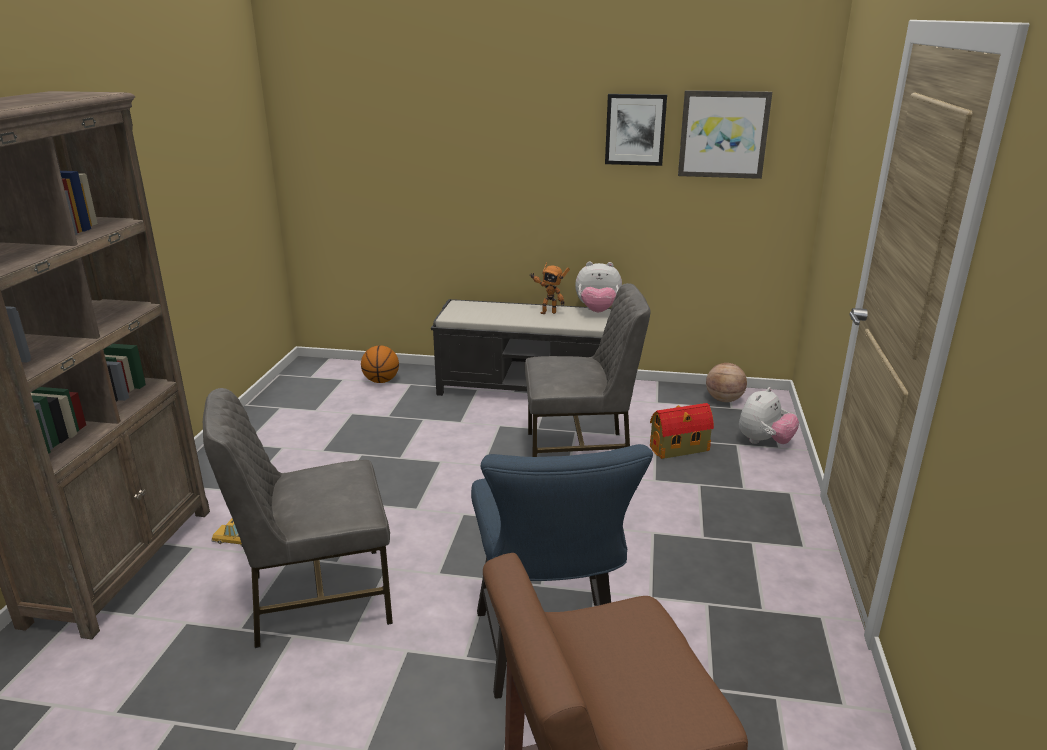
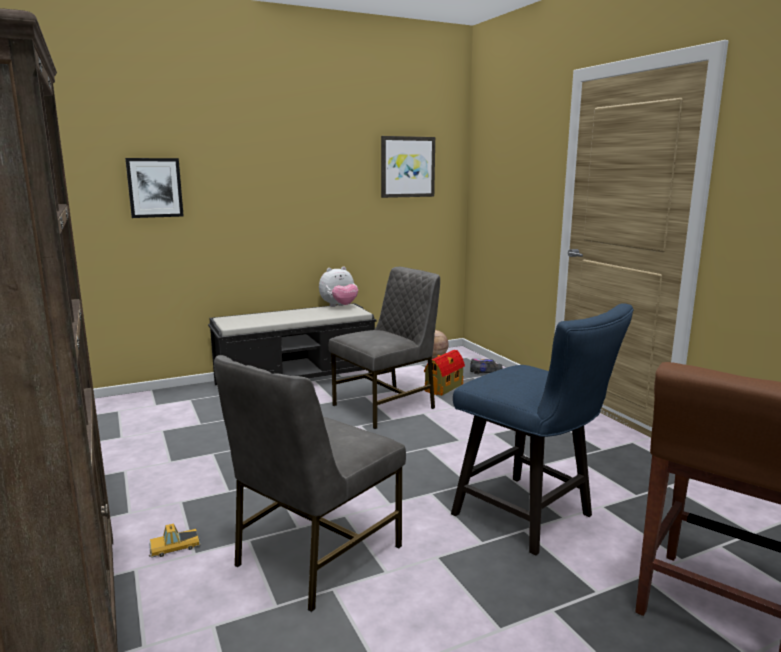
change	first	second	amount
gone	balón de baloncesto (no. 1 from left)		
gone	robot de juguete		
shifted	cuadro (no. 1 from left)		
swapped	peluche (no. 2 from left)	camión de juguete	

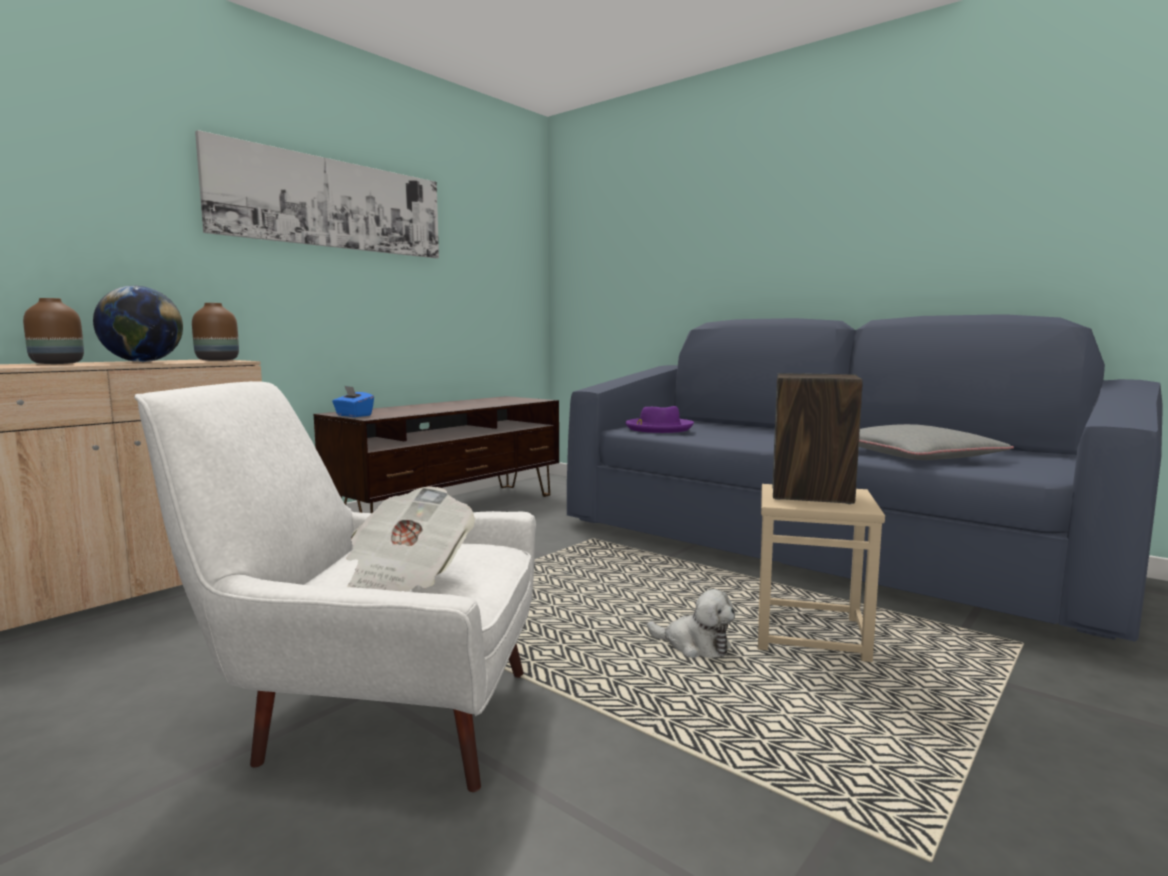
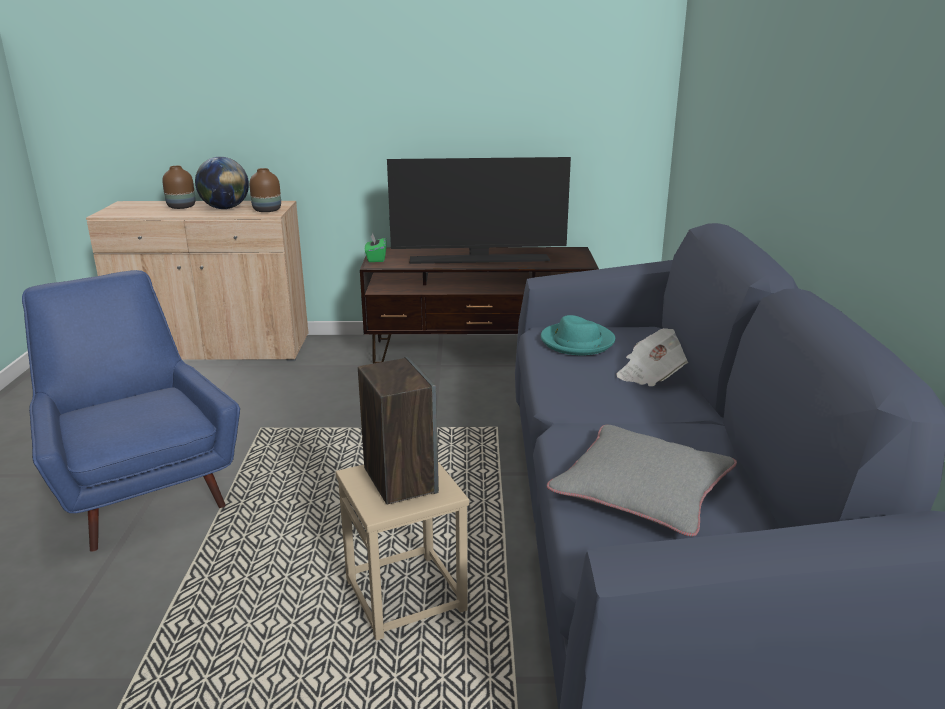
change	first	second	amount
repainted	sillón [blanco]	sillón [azul]	
gone	cuadro		
repainted	caja de pañuelos [azul]	caja de pañuelos [verde]	
shifted	periódico		
repainted	sombrero [morado]	sombrero [turquesa]	
gone	peluche		
new		televisor	

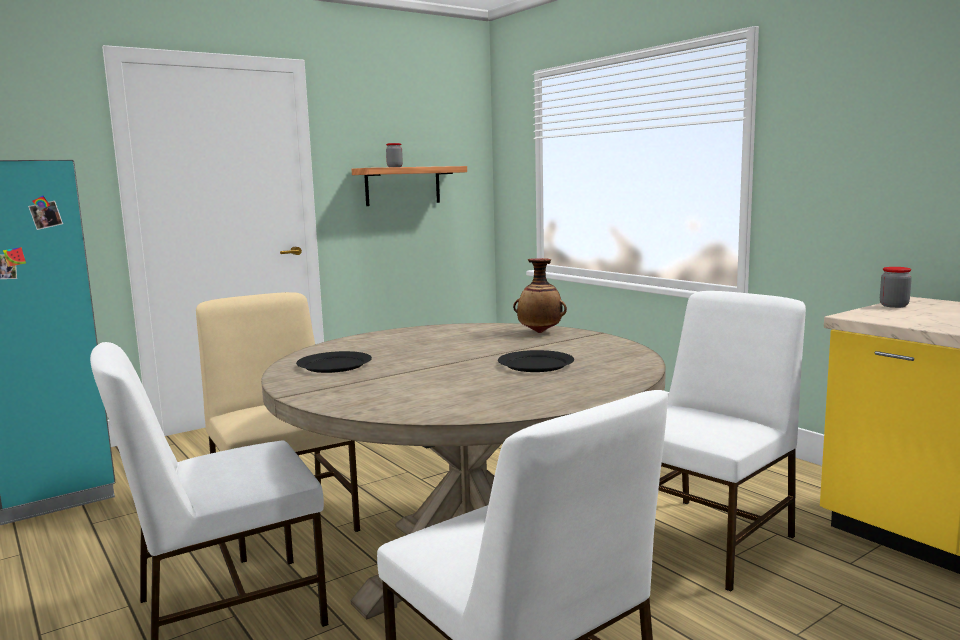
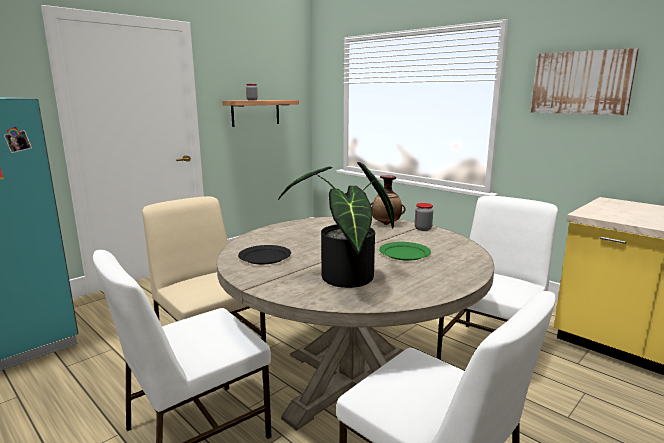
change	first	second	amount
repainted	plato [negro] (no. 2 from left)	plato [verde]	
shifted	tarro (no. 2 from left)		
new		planta en maceta	
new		cuadro	

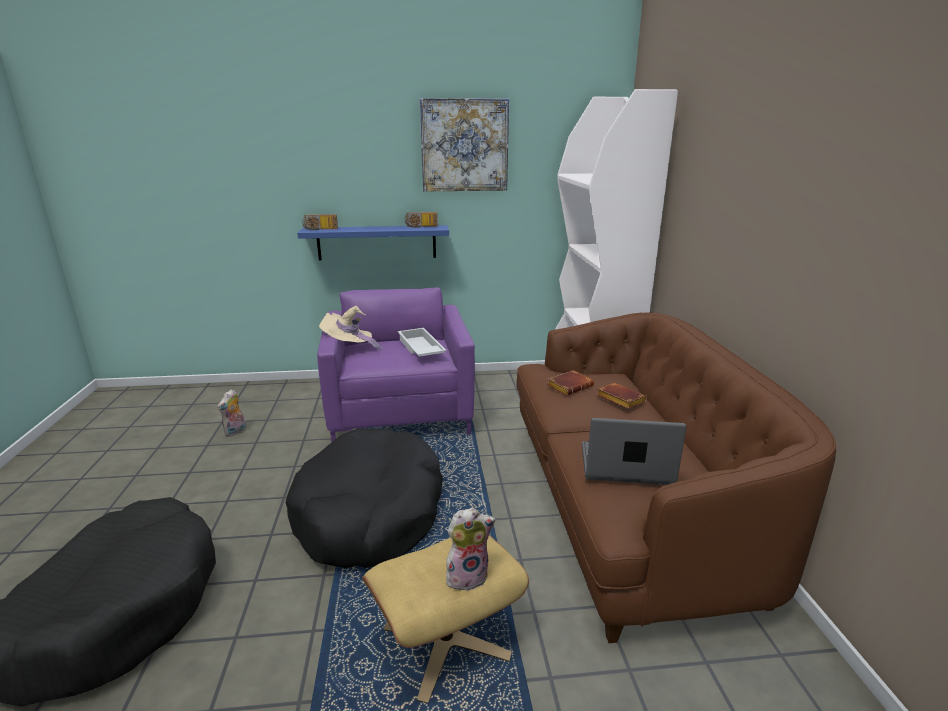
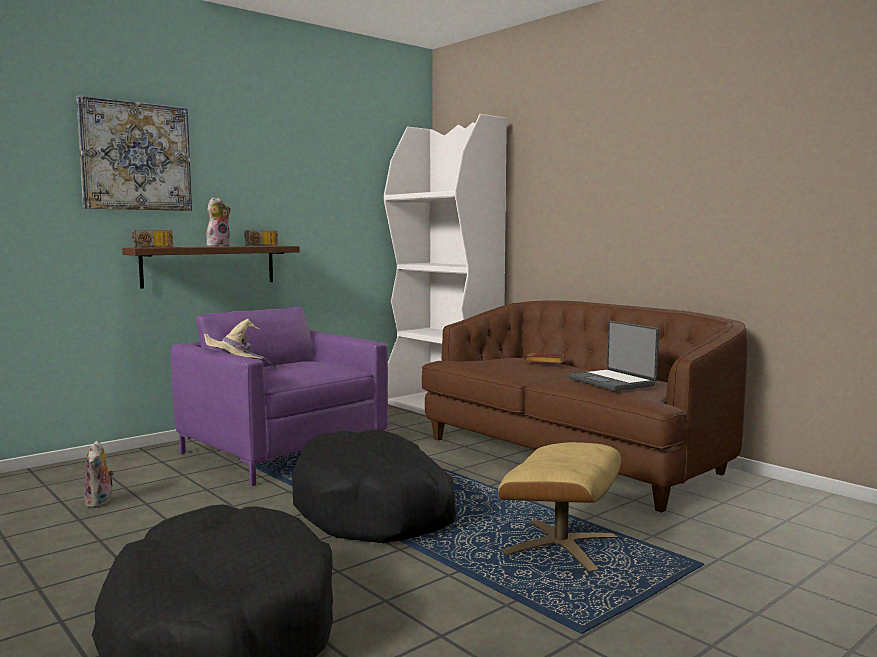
change	first	second	amount
repainted	estante [azul]	estante [marrón]	
gone	bandeja [blanco]		
shifted	cuadro		
shifted	peluche (no. 2 from left)		
gone	libro [marrón] (no. 1 from left)		
rotated	portátil		90 degrees counterclockwise

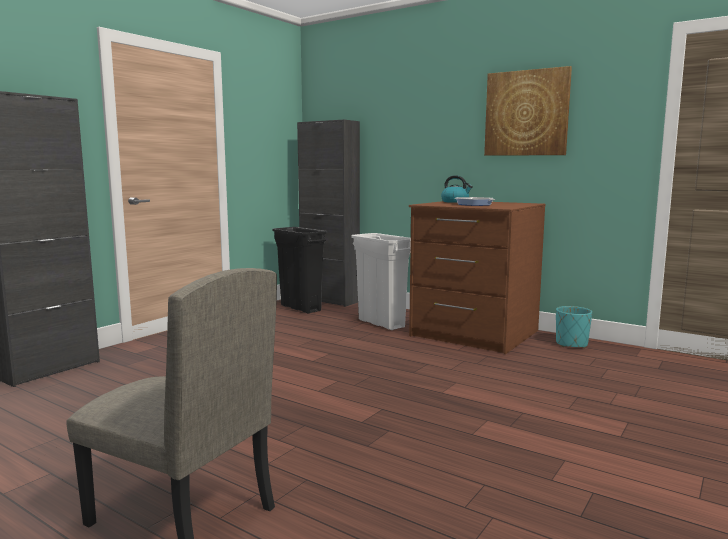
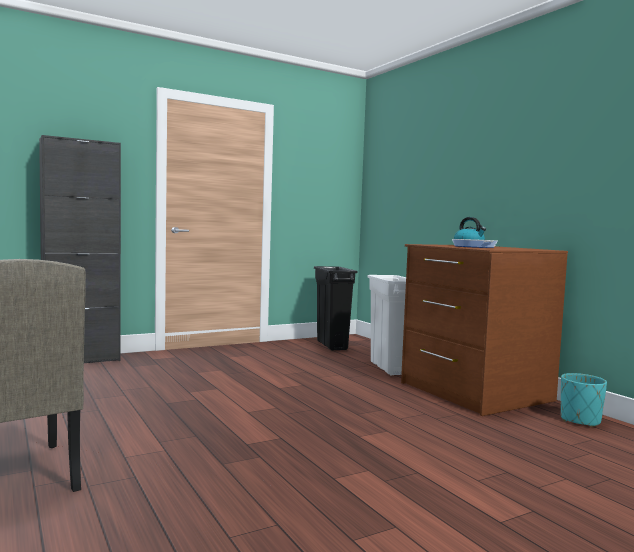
change	first	second	amount
gone	armario [negro] (no. 2 from left)		
gone	cuadro		

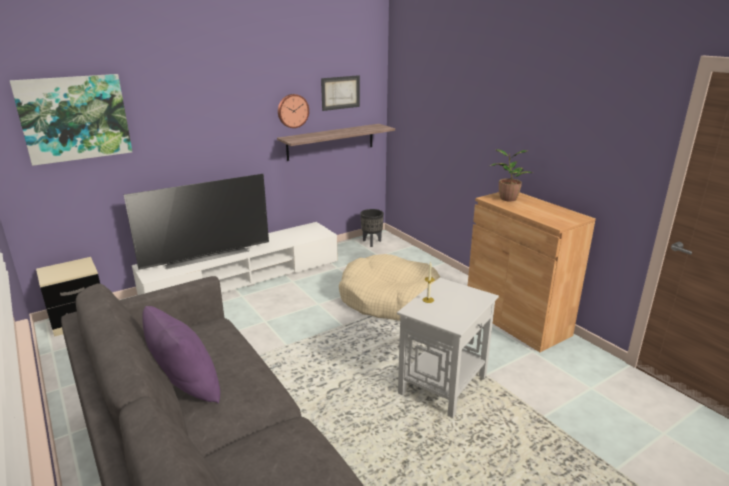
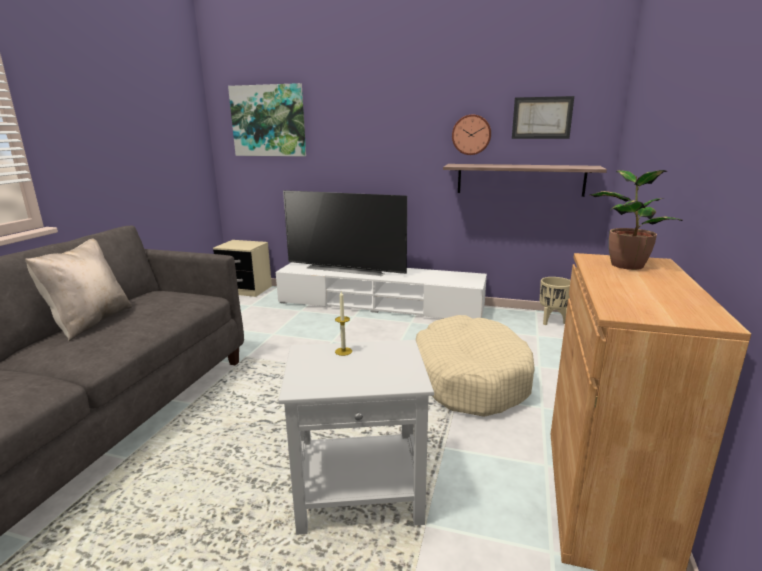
change	first	second	amount
repainted	cojín [morado]	cojín [beis]	
repainted	maceta [negro]	maceta [beis]	

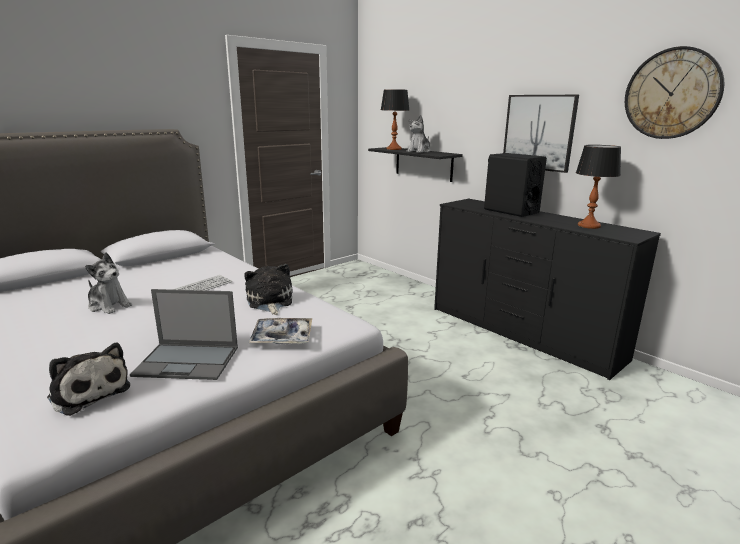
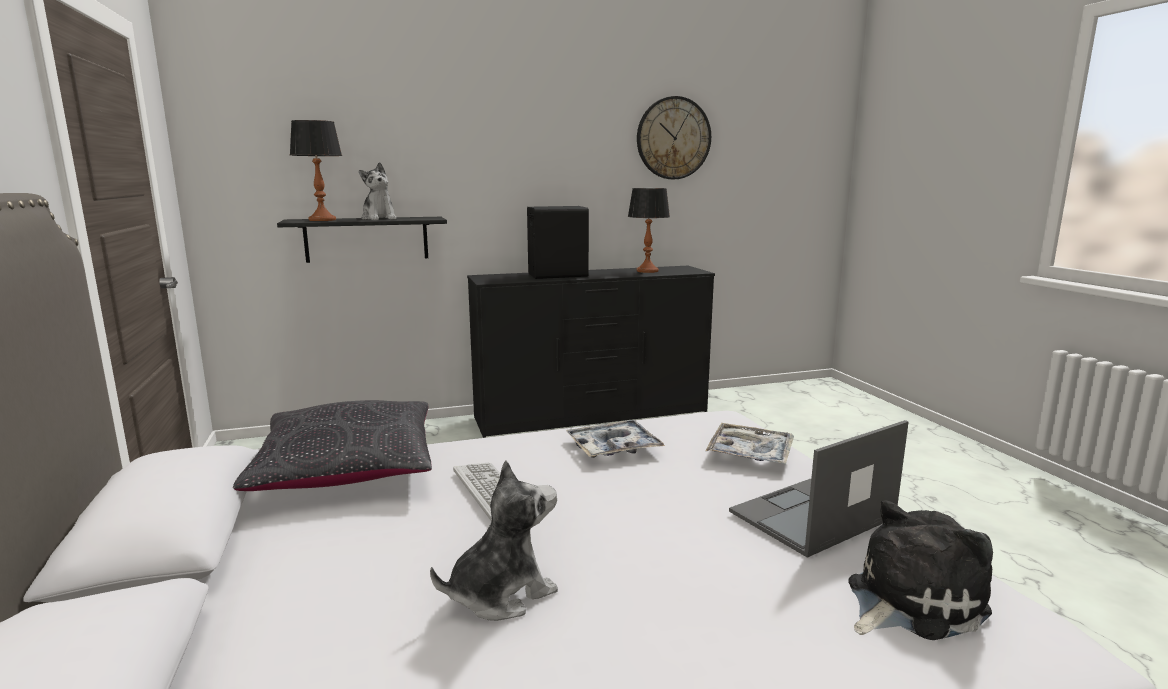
change	first	second	amount
rotated	portátil		150 degrees counterclockwise
swapped	peluche (no. 3 from left)	bandeja (no. 1 from left)	
gone	cuadro		
new		cojín [negro]	

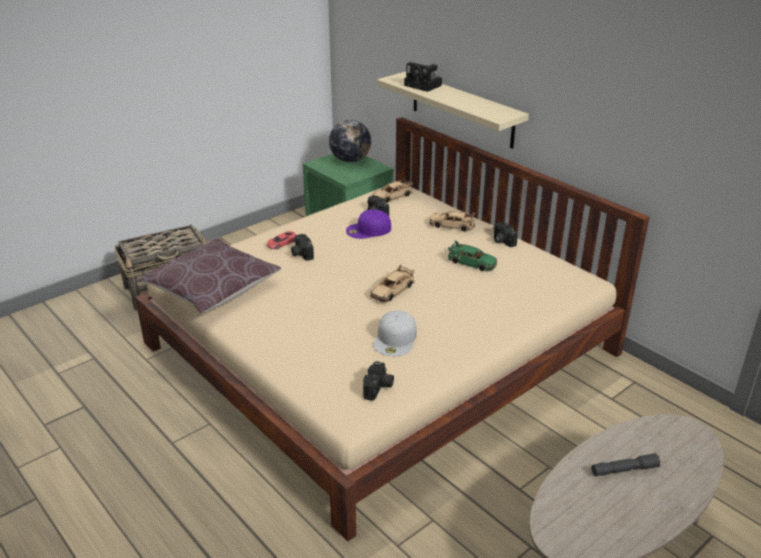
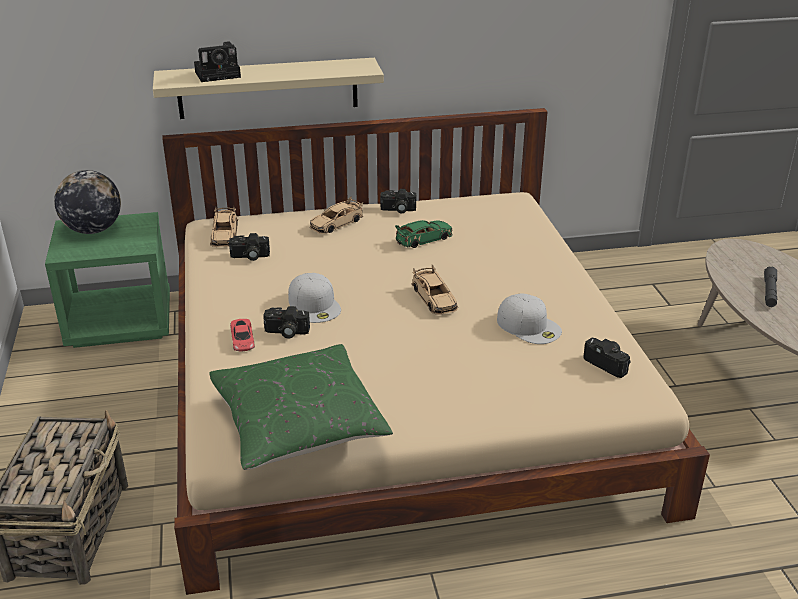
change	first	second	amount
repainted	cojín [marrón]	cojín [verde]	
gone	gorra [morado]		
new		gorra [blanco] (no. 1 from left)	

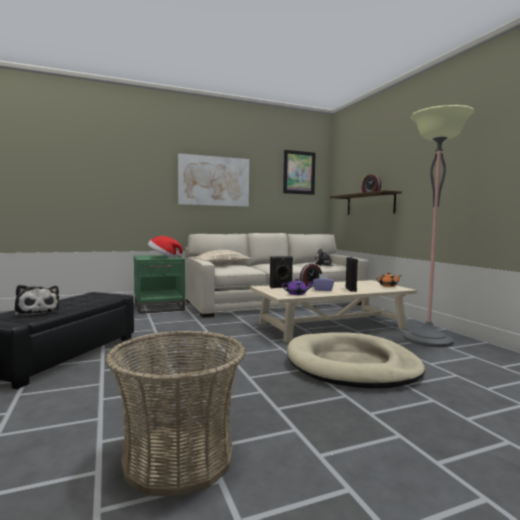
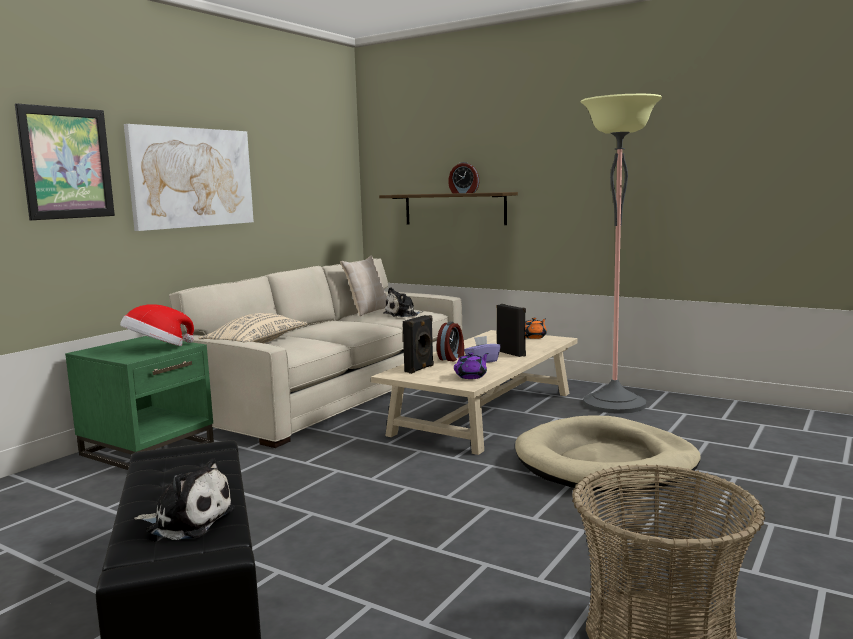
change	first	second	amount
shifted	cuadro (no. 2 from left in the first image)	cuadro (no. 1 from left)	
new		cojín [beis] (no. 2 from left)	

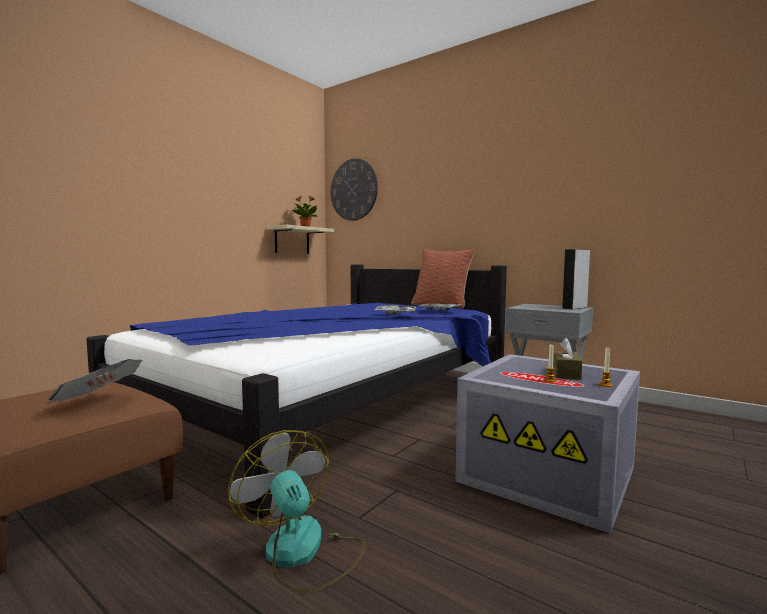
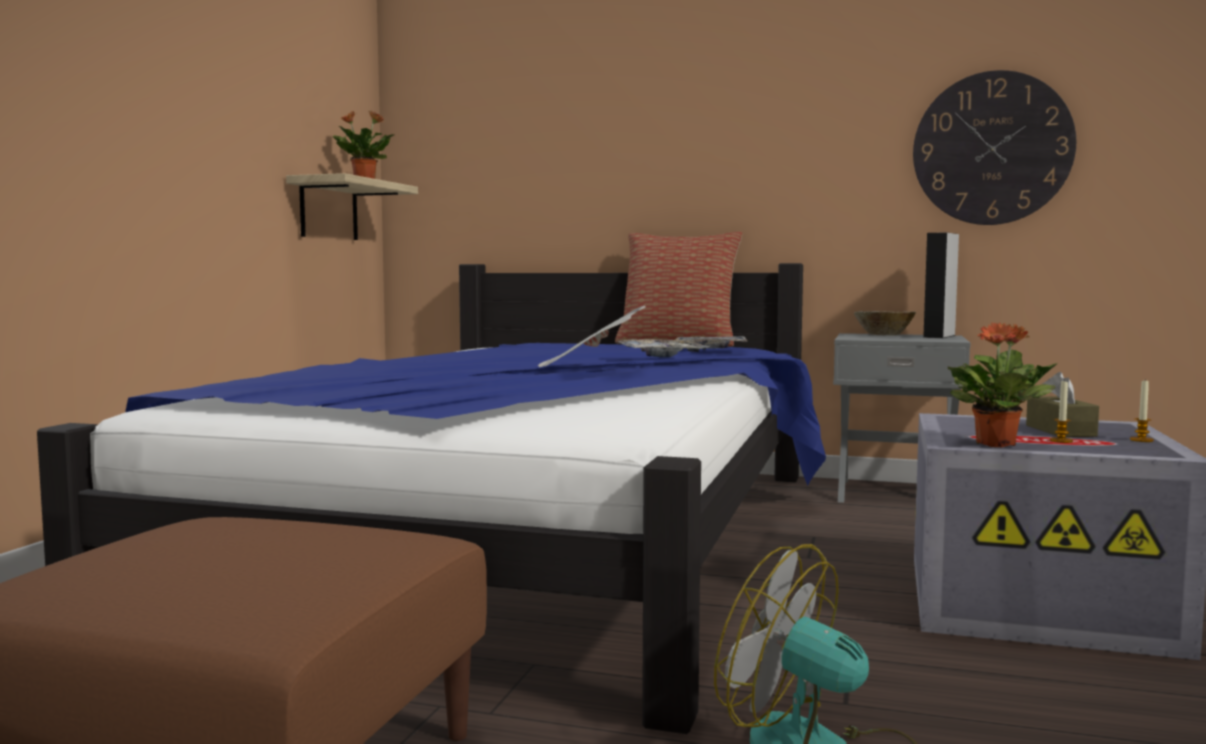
change	first	second	amount
shifted	periódico		
shifted	reloj de pared		
new		cuenco [beis]	
new		planta en maceta (no. 2 from left)	

